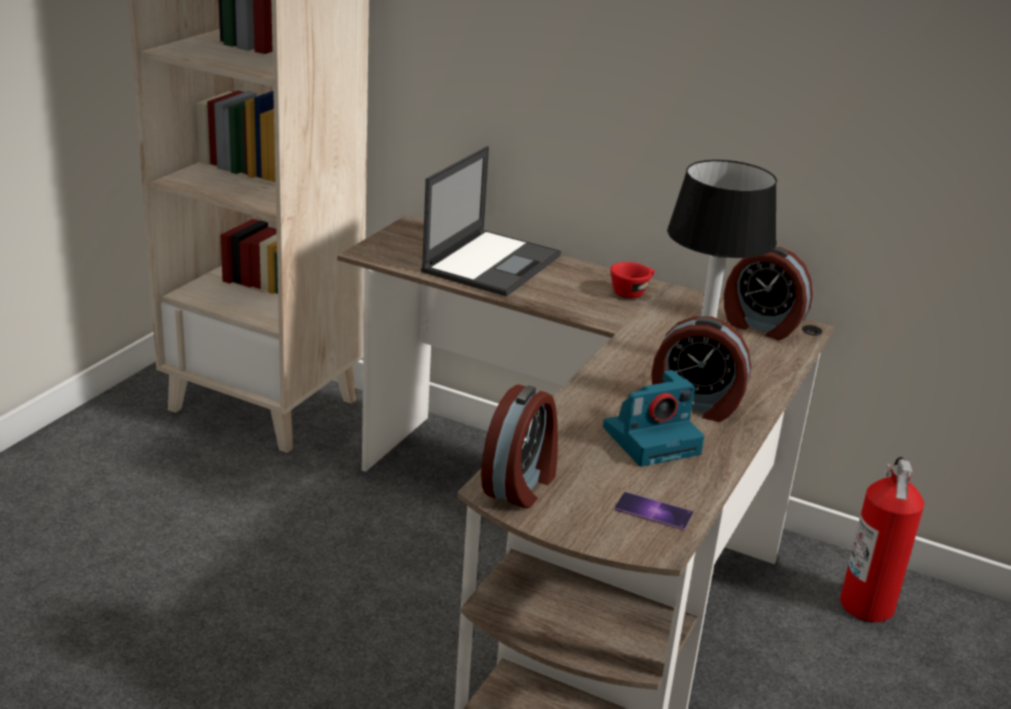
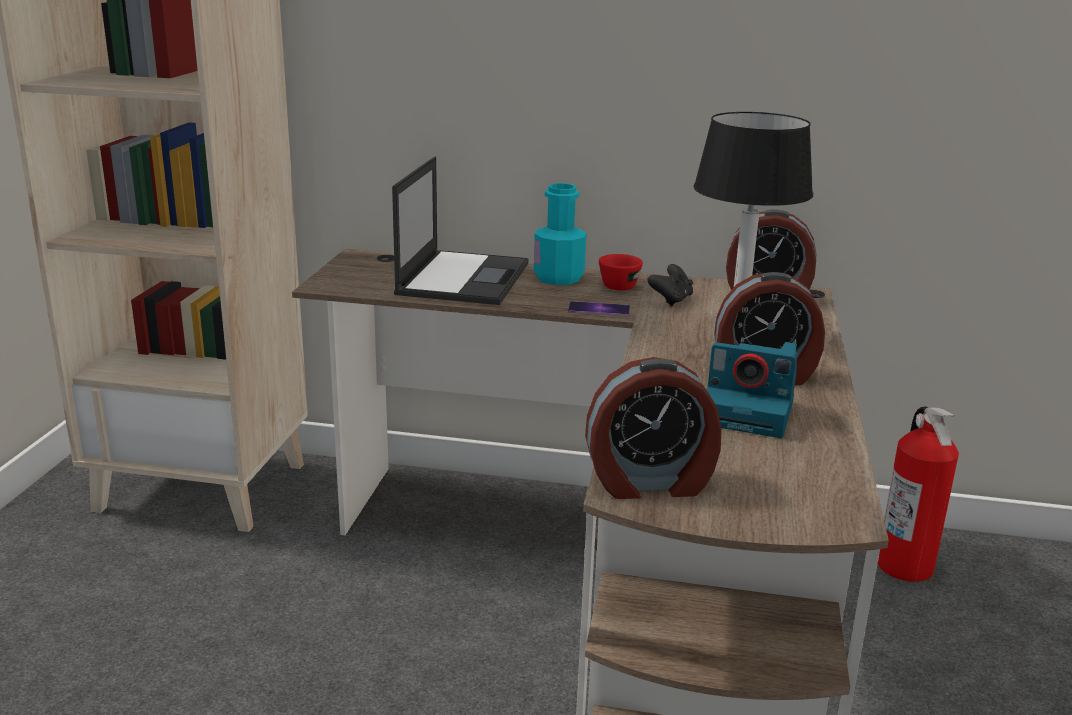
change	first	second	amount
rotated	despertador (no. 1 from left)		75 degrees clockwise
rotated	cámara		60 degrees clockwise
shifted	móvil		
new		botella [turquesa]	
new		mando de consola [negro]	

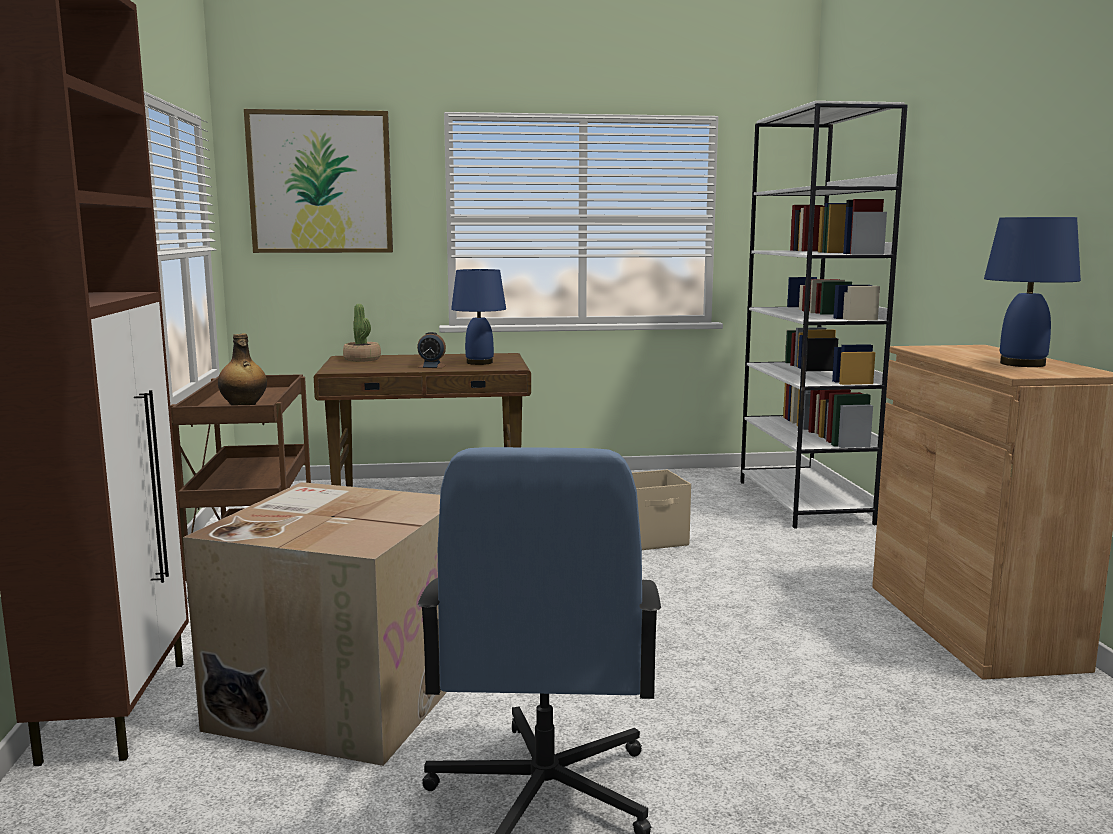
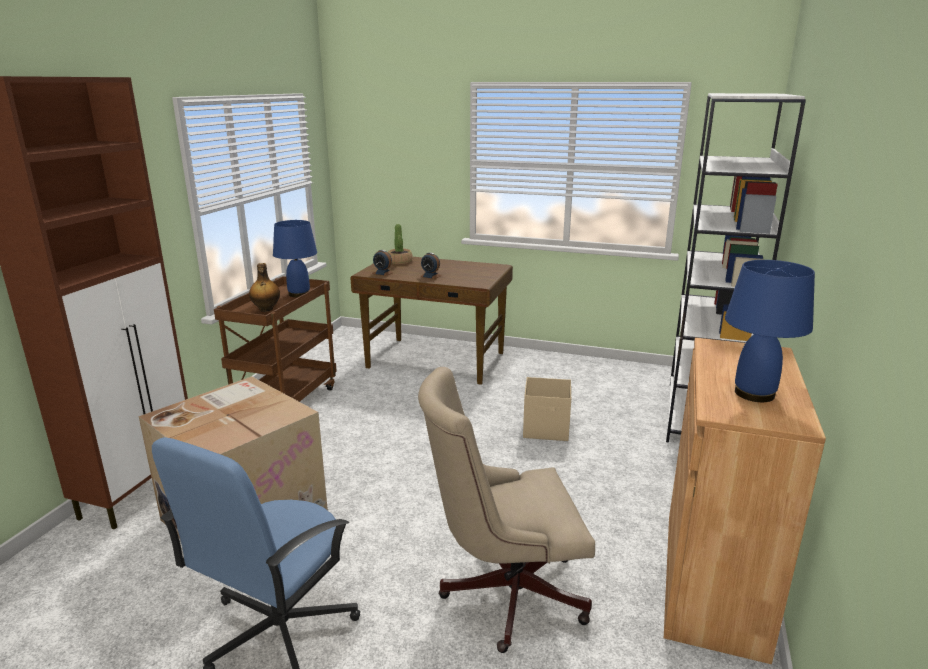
change	first	second	amount
gone	cuadro		
shifted	lámpara de mesa [azul] (no. 1 from left)		
new		despertador (no. 1 from left)	
new		silla de oficina [beis]	

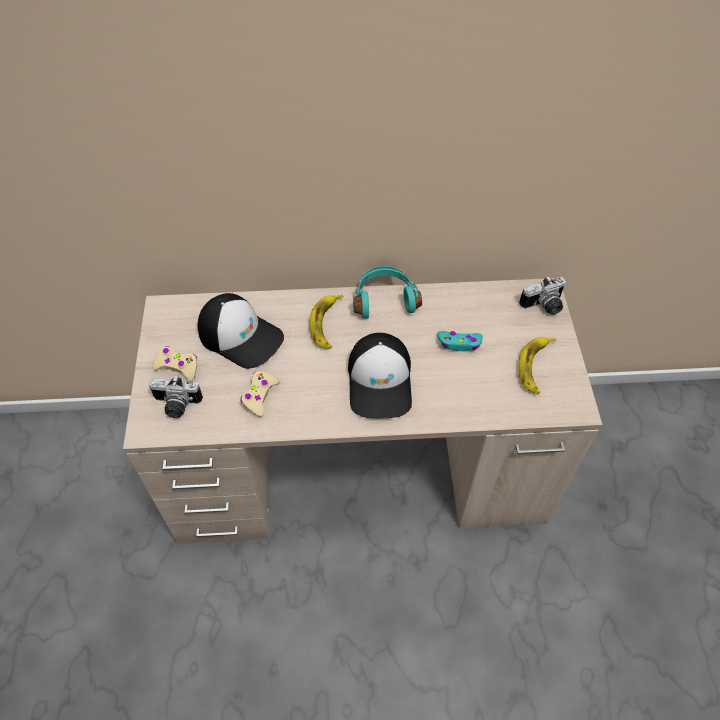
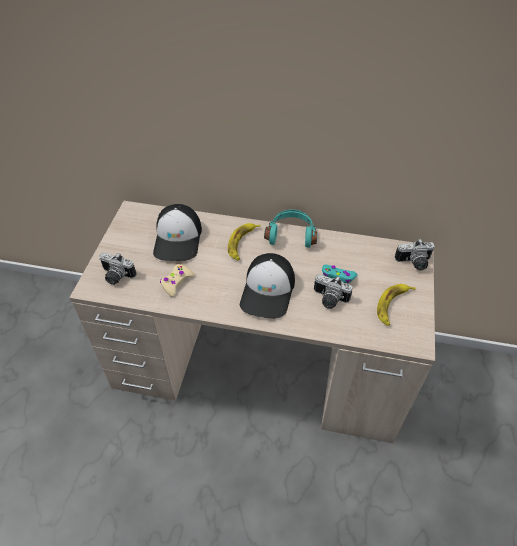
change	first	second	amount
gone	mando de consola [beis] (no. 1 from left)		
rotated	gorra (no. 1 from left)		45 degrees clockwise
new		cámara (no. 2 from left)	

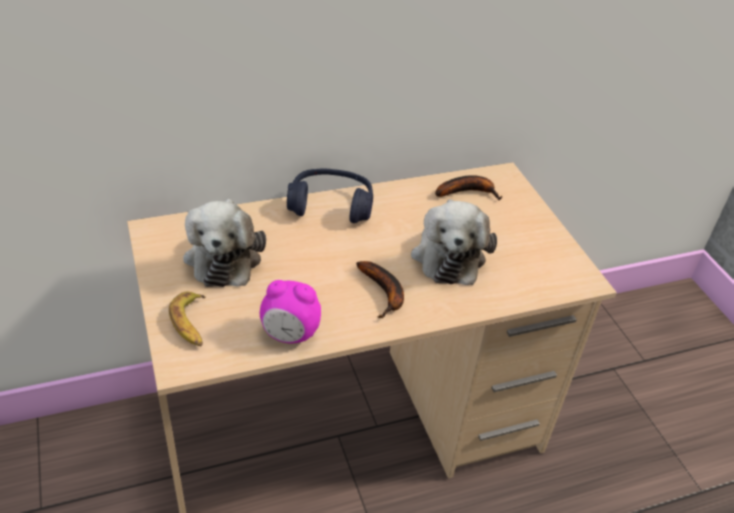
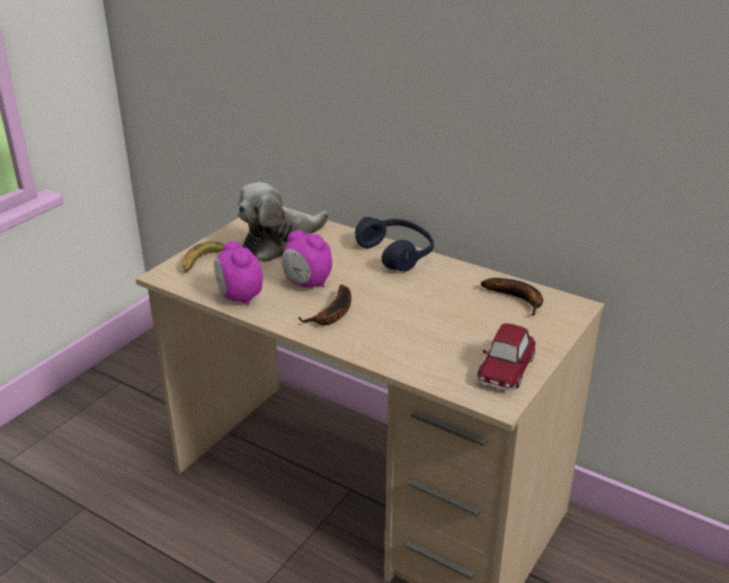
change	first	second	amount
gone	peluche (no. 2 from left)		
new		despertador (no. 2 from left)	
new		coche de juguete	

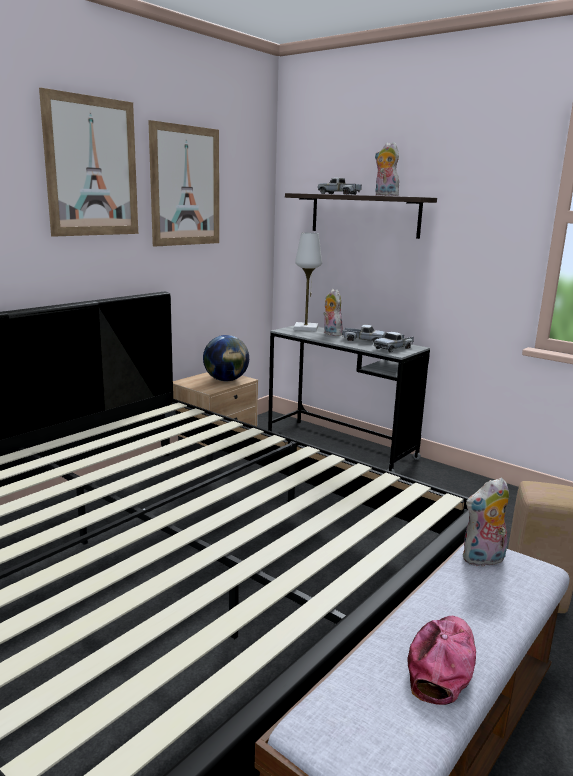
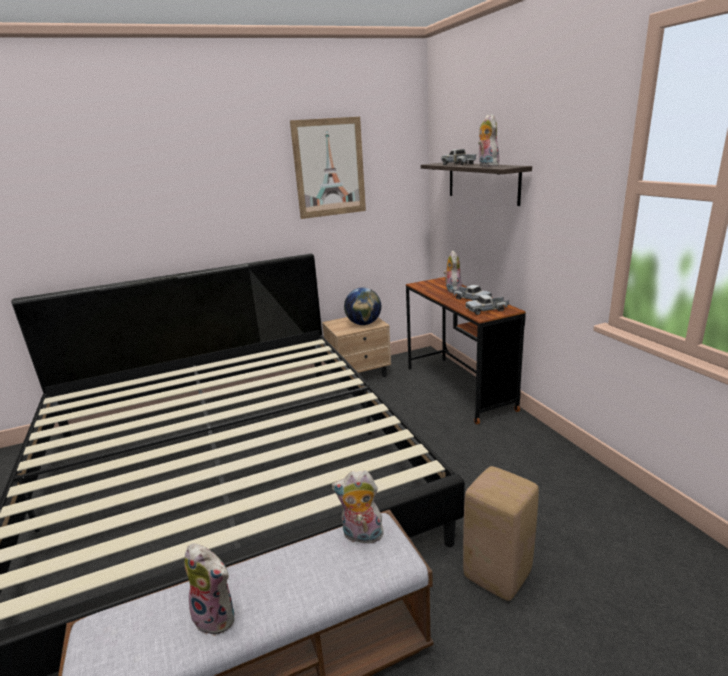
change	first	second	amount
gone	cuadro (no. 1 from left)		
repainted	escritorio [gris]	escritorio [marrón]	
gone	lámpara de mesa [blanco]		
swapped	gorra	peluche (no. 1 from left)	

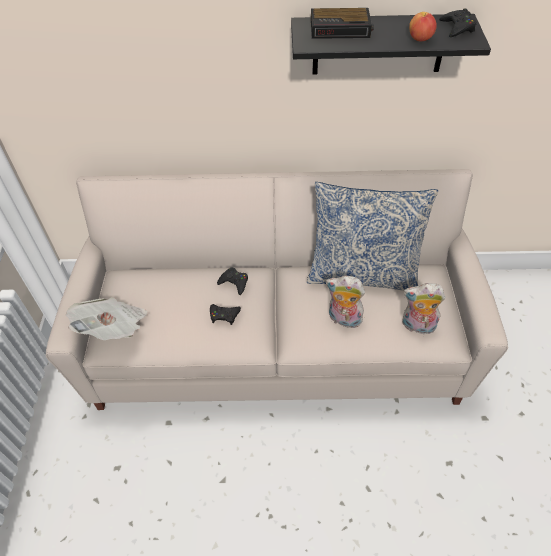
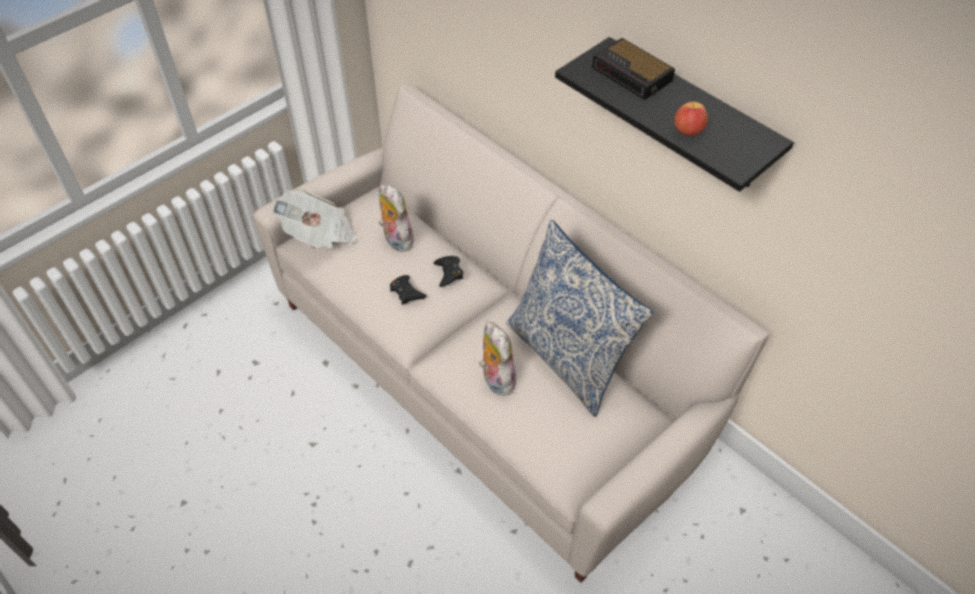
change	first	second	amount
shifted	peluche (no. 2 from left in the first image)	peluche (no. 1 from left)	
gone	mando de consola [negro] (no. 3 from left)		

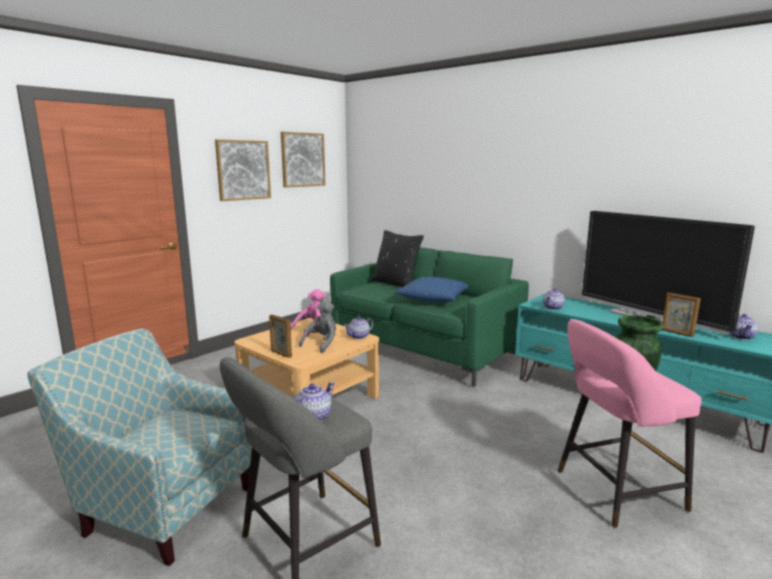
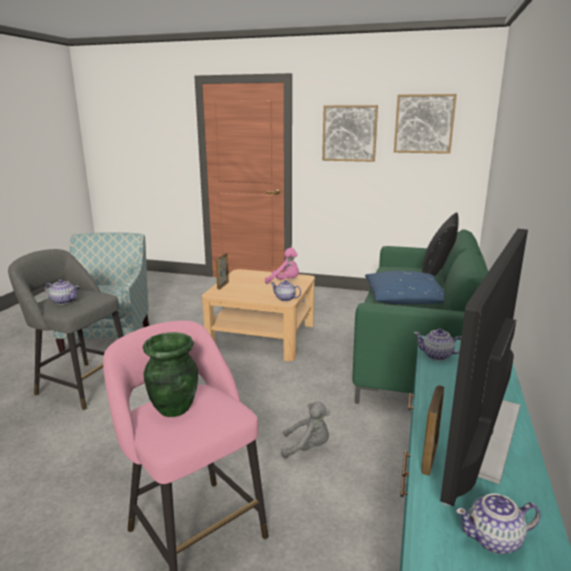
change	first	second	amount
shifted	peluche [gris]		

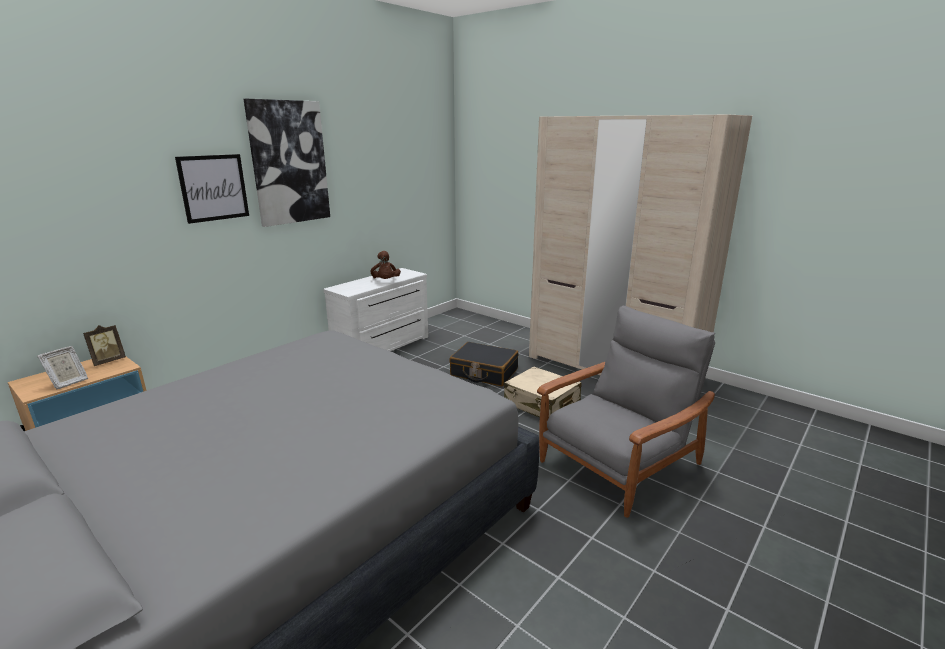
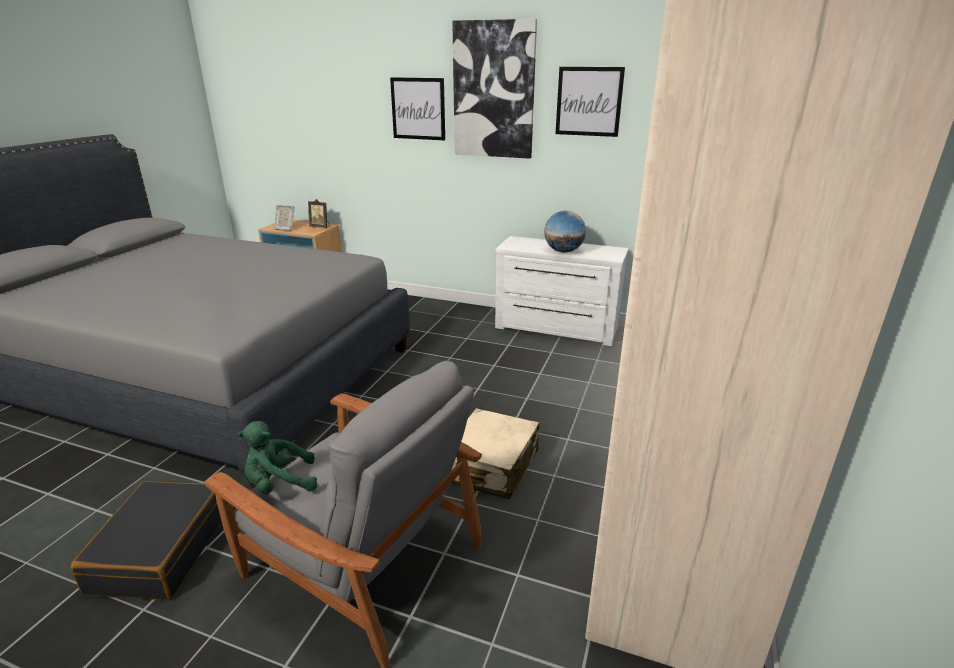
change	first	second	amount
swapped	peluche [marrón]	globo terráqueo	
shifted	maleta [negro]		
new		peluche [verde]	
new		cuadro (no. 3 from left)	

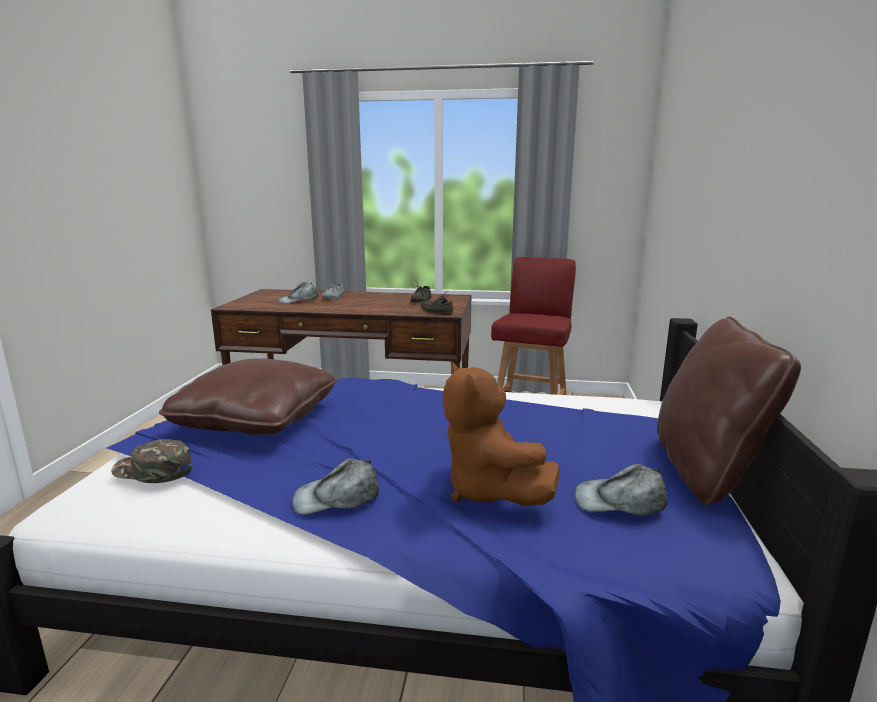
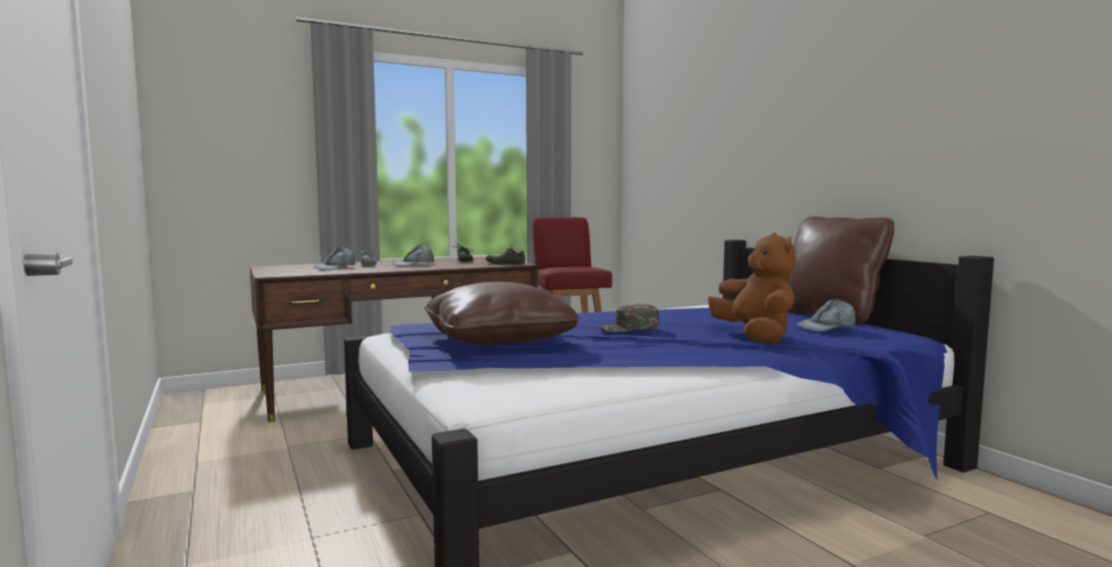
change	first	second	amount
shifted	gorra [verde]		
shifted	gorra [gris] (no. 2 from left)		
rotated	peluche [marrón]		135 degrees counterclockwise

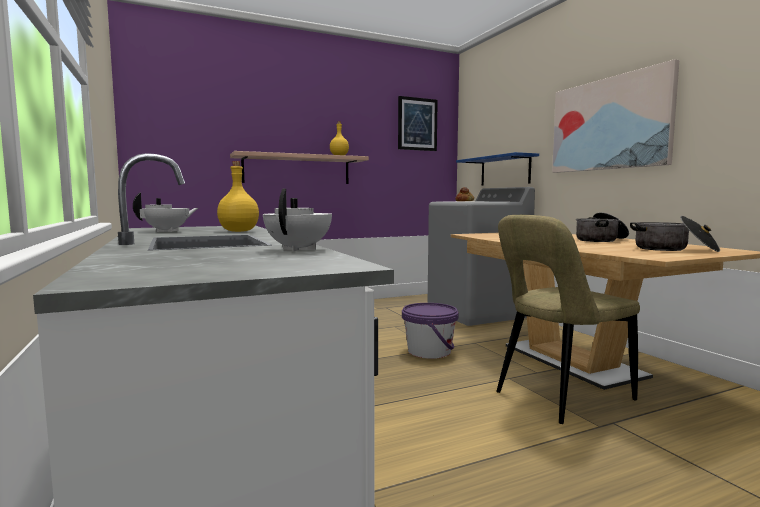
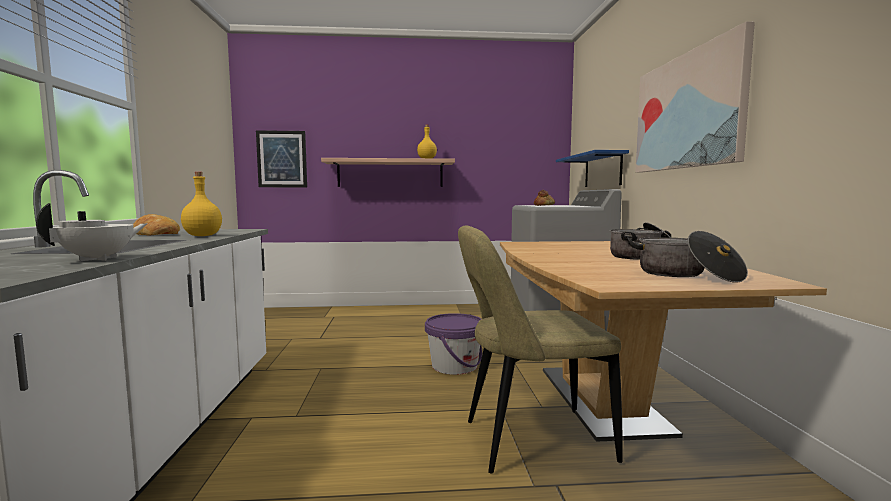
change	first	second	amount
swapped	tetera [blanco] (no. 1 from left)	pan (no. 1 from left)	
shifted	cuadro (no. 1 from left)		

